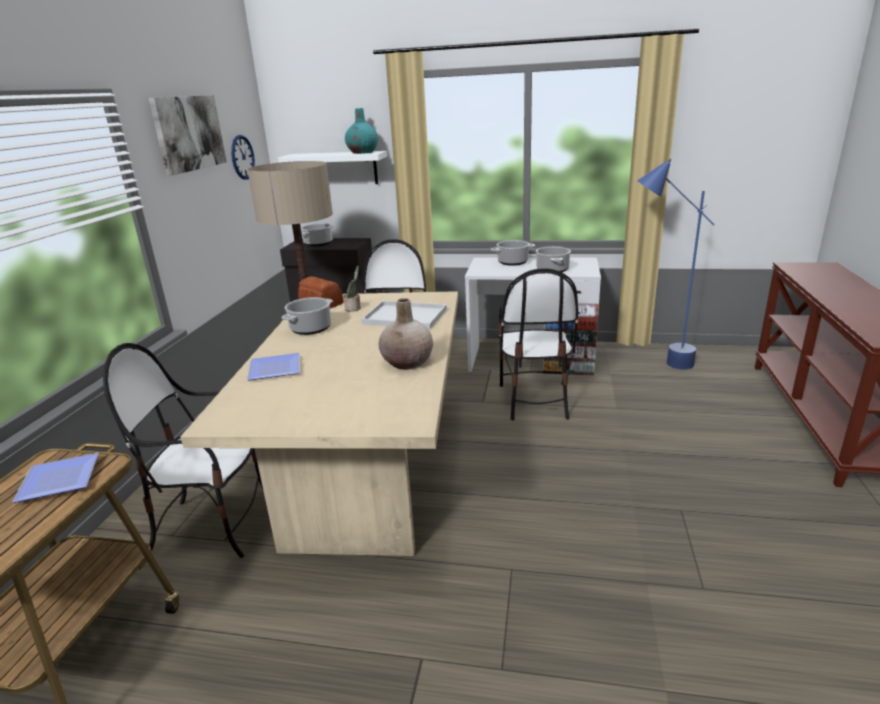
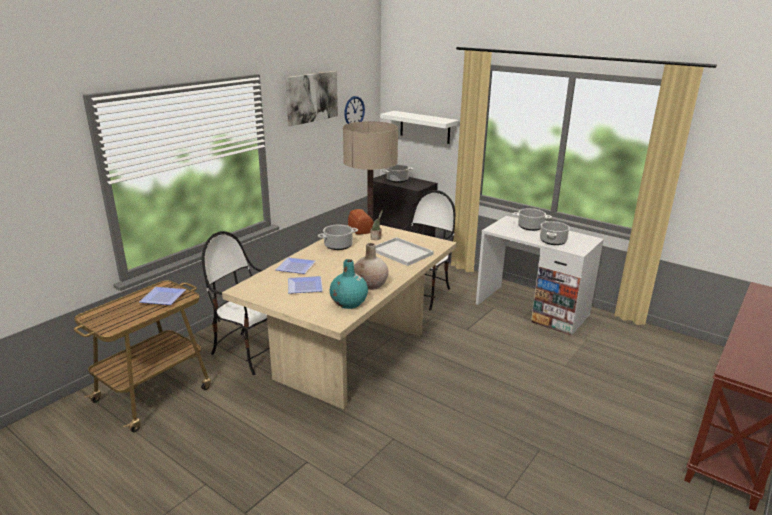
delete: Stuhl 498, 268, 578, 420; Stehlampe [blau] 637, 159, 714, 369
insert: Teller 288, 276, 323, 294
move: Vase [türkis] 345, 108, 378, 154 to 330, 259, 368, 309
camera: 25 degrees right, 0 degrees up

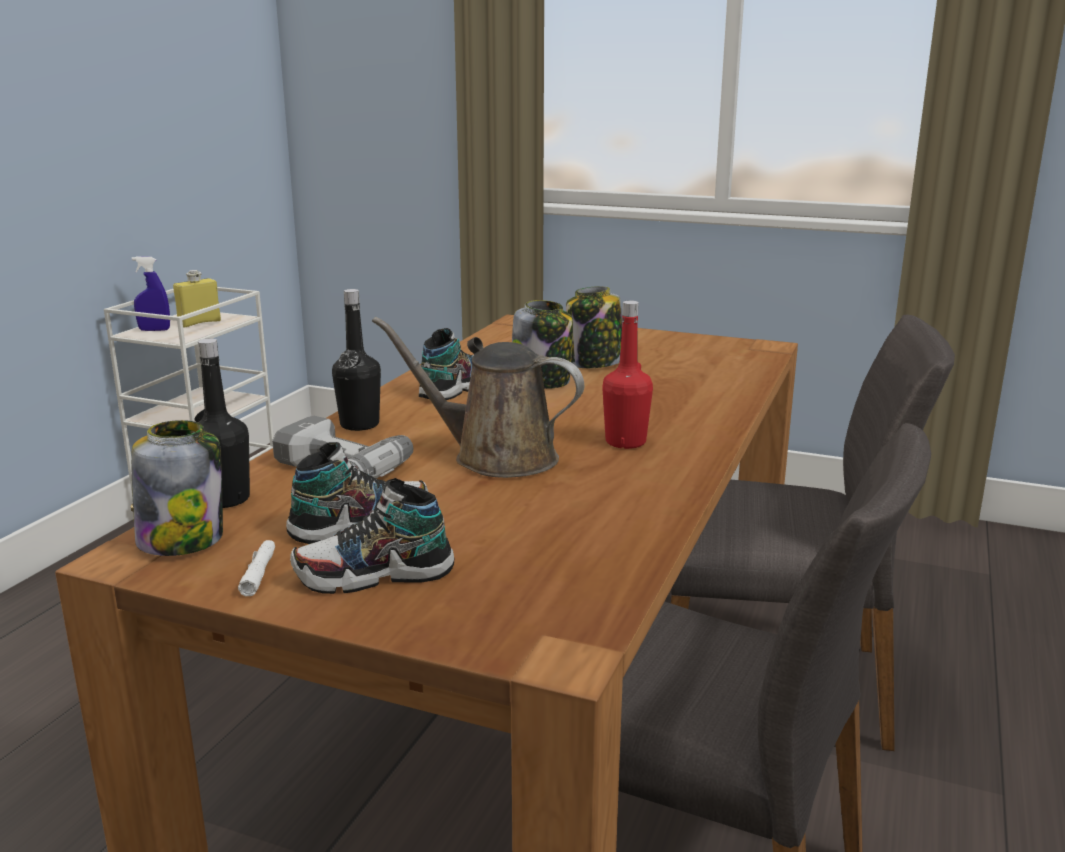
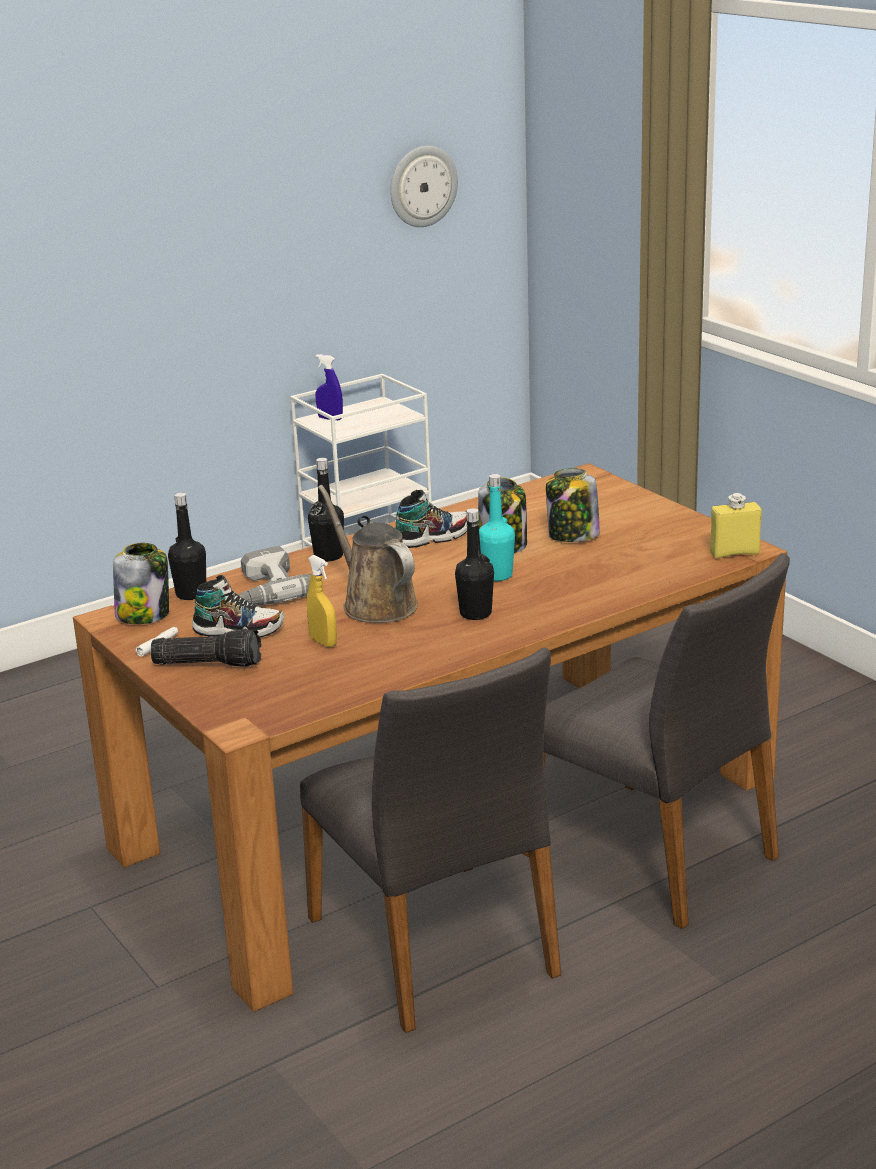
insert: Sprühflasche [gelb] 307, 555, 337, 647; Wanduhr 390, 146, 458, 227; Flasche [türkis] 479, 474, 515, 581
move: Flasche [gelb] 173, 270, 221, 327 to 710, 493, 762, 559
replace: Schuh 290, 478, 455, 594 to Taschenlampe 150, 629, 261, 667
recolor: Flasche [rot] 602, 300, 653, 449 to Flasche [schwarz] 455, 508, 494, 620
camera: 35 degrees right, 5 degrees up

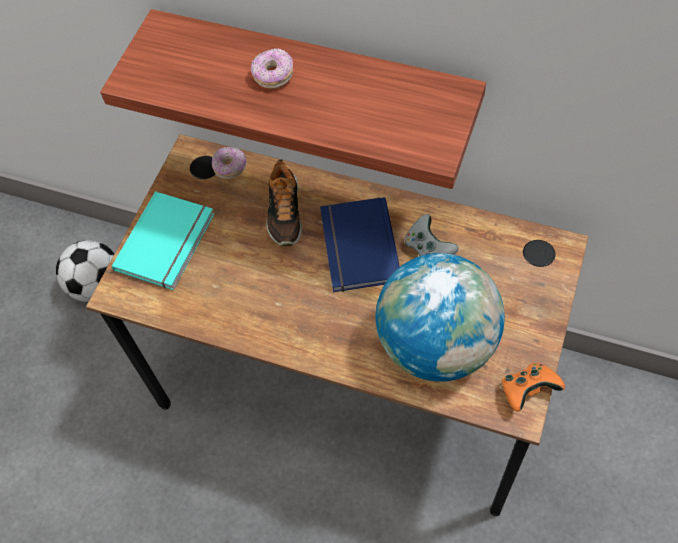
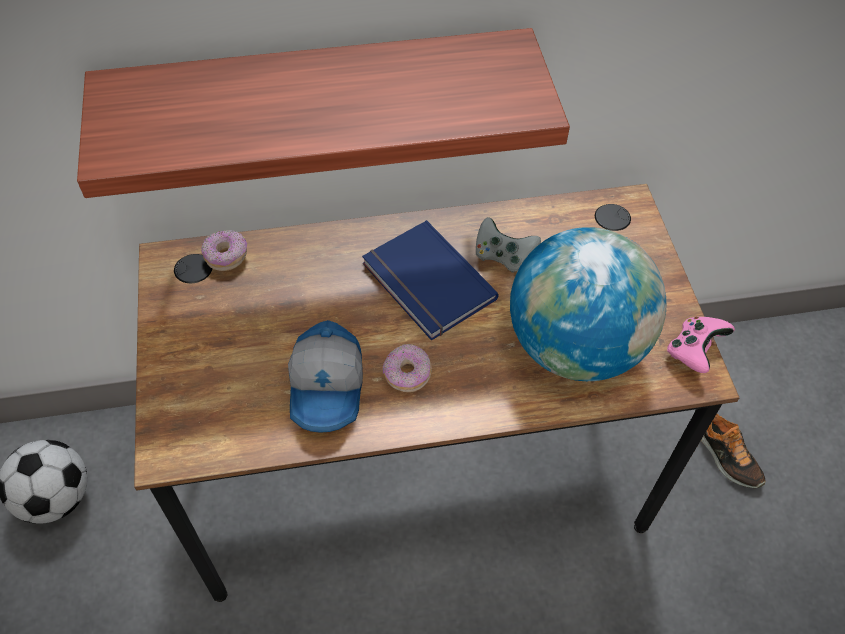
delete: Buch [türkis] 112, 191, 214, 290
insert: Kappe 288, 320, 363, 433
move: Donut 251, 48, 293, 89 to 382, 344, 432, 392; Schuh 266, 159, 302, 246 to 701, 414, 766, 488
recolor: Gamepad [orange] 502, 363, 565, 412 to Gamepad [rosa] 667, 317, 735, 373
camera: 35 degrees left, 5 degrees down

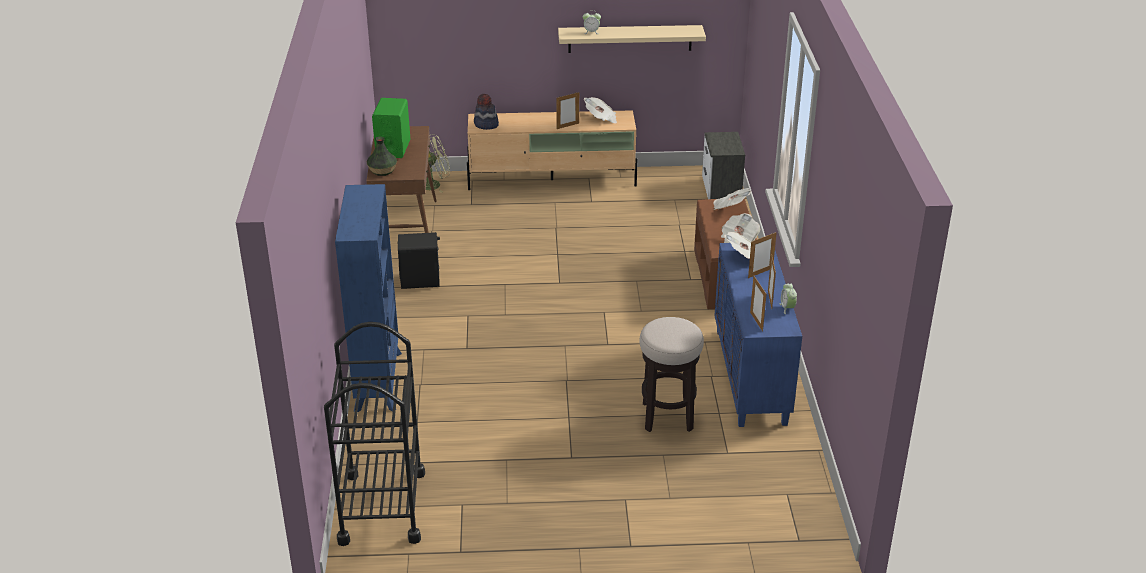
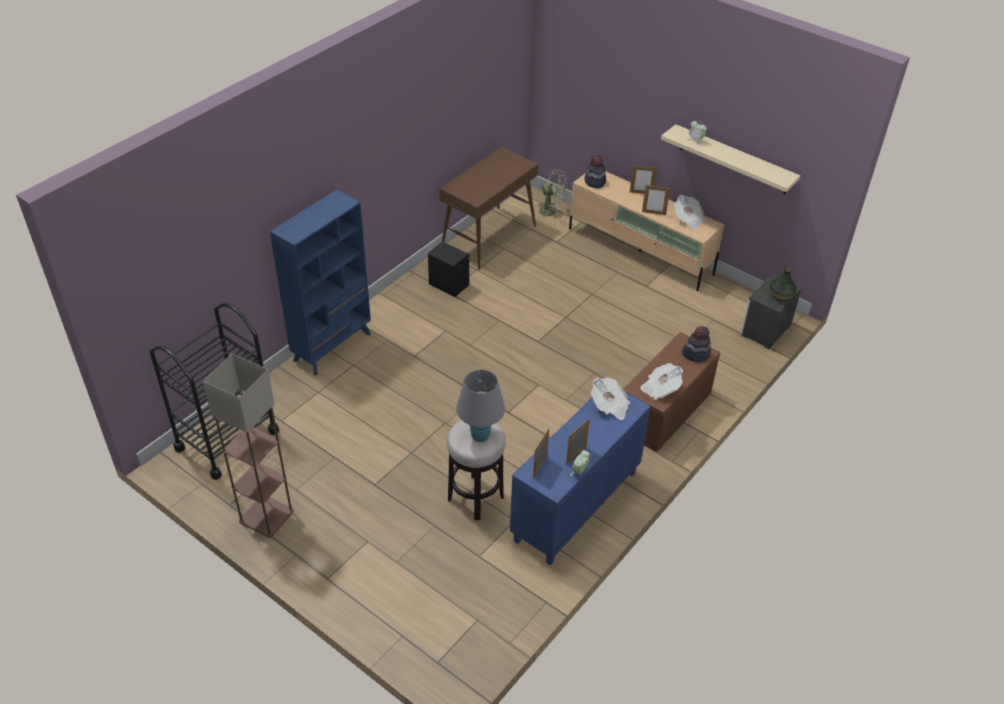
delete: Lautsprecher [grün] 372, 98, 410, 158
insert: Stehlampe 203, 354, 294, 538; Tischlampe [grau] 456, 370, 505, 442
move: Vase 367, 137, 397, 176 to 769, 267, 797, 301; Bilderrahmen 748, 232, 777, 278 to 630, 166, 657, 194
replace: Zeitung 713, 188, 751, 210 to Hut 682, 326, 711, 362
camera: 40 degrees right, 10 degrees up

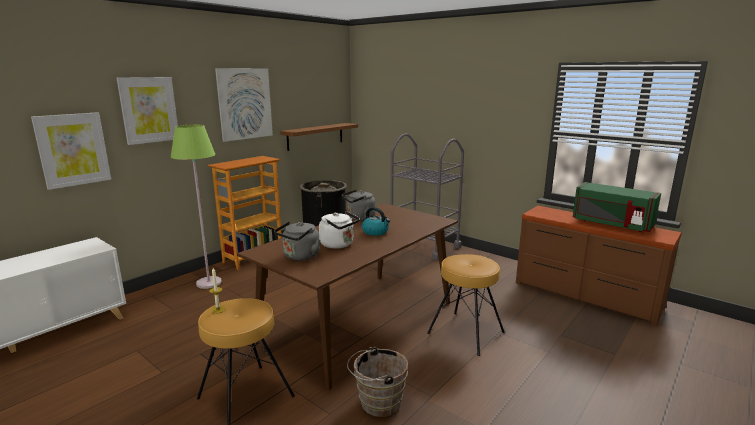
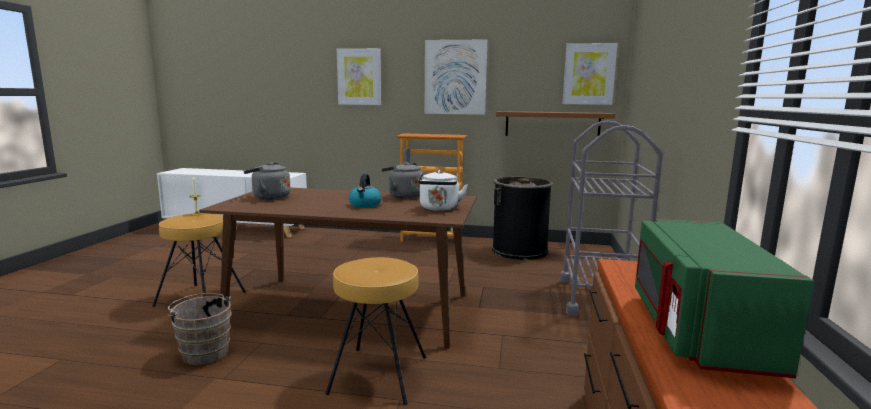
delete: Stehlampe [grün] 171, 125, 222, 289
move: Bild 31, 112, 111, 190 to 562, 43, 618, 105; Wasserkessel [weiß] 319, 211, 360, 249 to 418, 170, 468, 211
camera: 60 degrees right, 5 degrees down

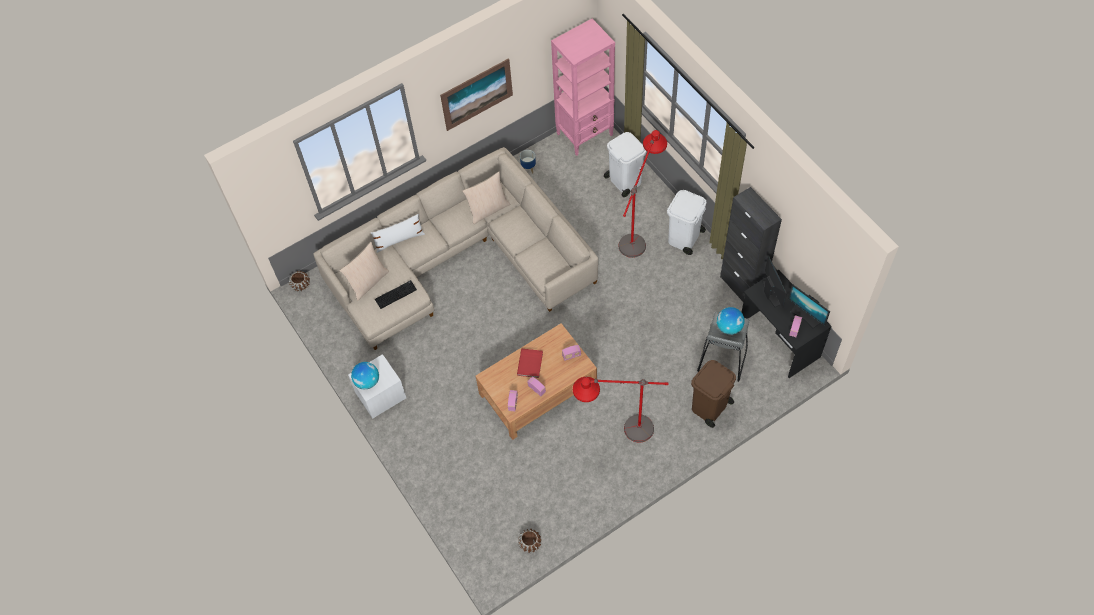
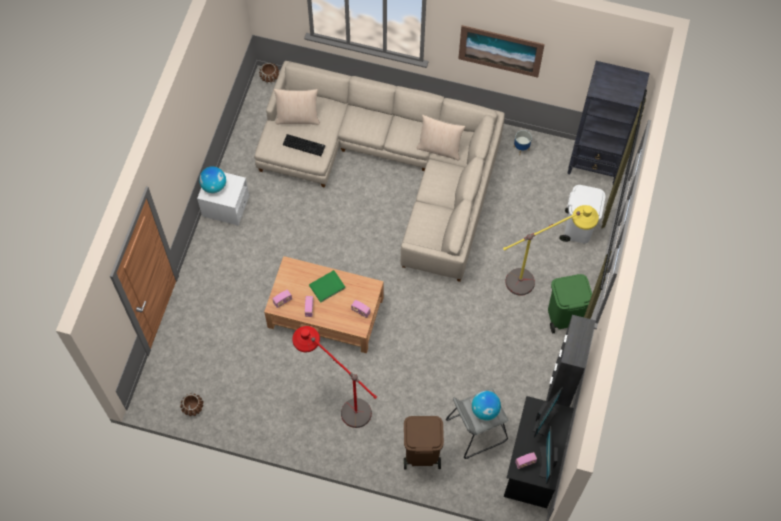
delete: Kissen [weiß] 371, 214, 425, 253
recolor: Buch [rot] 517, 349, 543, 378 to Buch [grün] 309, 270, 345, 303; Bücherregal [rosa] 551, 19, 615, 156 to Bücherregal [schwarz] 568, 61, 650, 184; Stehlampe [rot] 618, 130, 667, 258 to Stehlampe [gelb] 503, 205, 599, 296; Mülleimer [weiß] 667, 190, 706, 255 to Mülleimer [grün] 548, 274, 592, 333
camera: 45 degrees right, 5 degrees up

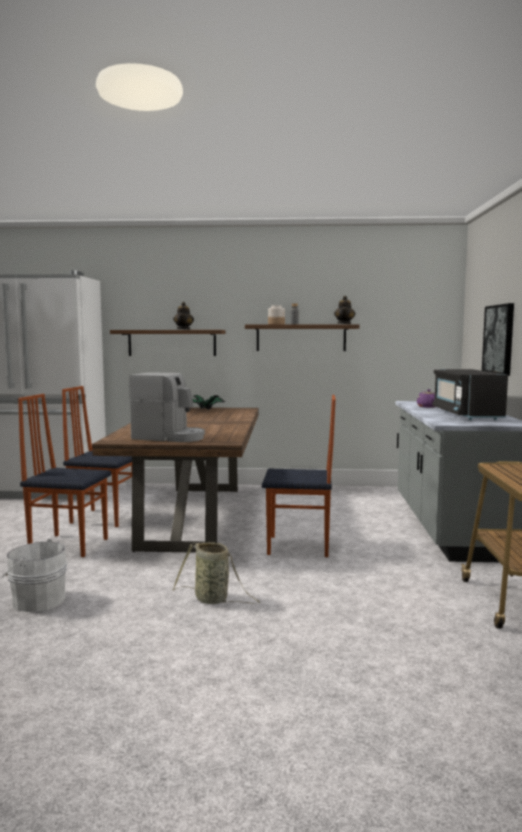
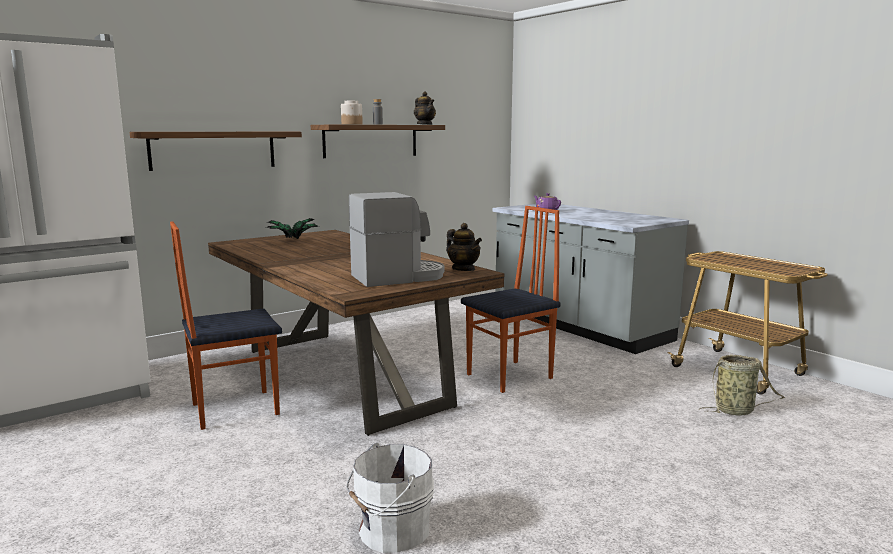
delete: Stuhl 18, 394, 111, 557; Mikrowelle [schwarz] 432, 369, 508, 420; Bild 482, 303, 514, 376
move: Teekanne 173, 302, 194, 330 to 446, 223, 482, 271; Korb 173, 542, 260, 604 to 699, 355, 785, 416
camera: 40 degrees left, 5 degrees up

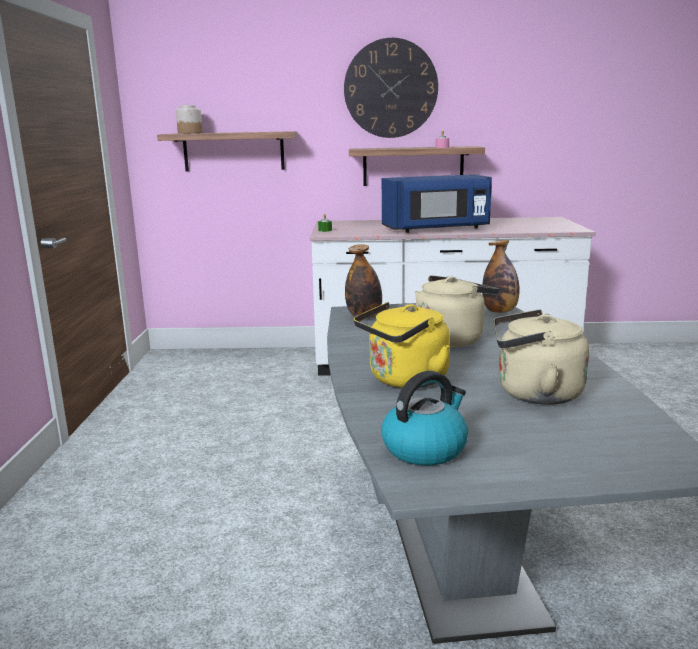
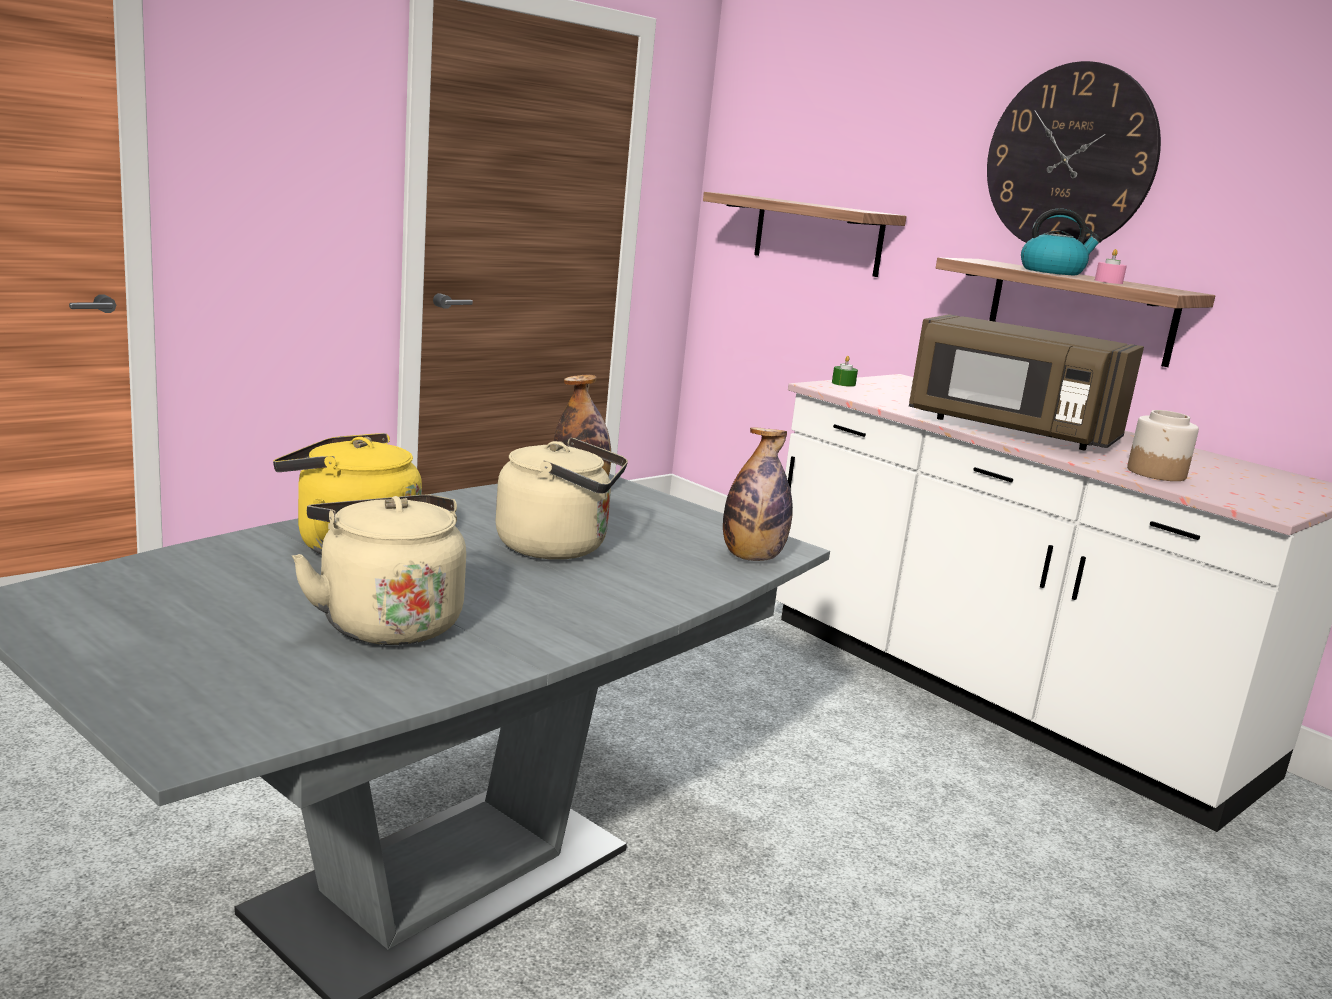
move: Vorratsglas 176, 105, 203, 134 to 1127, 410, 1199, 481; Wasserkessel 381, 371, 468, 466 to 1021, 208, 1102, 275
recolor: Mikrowelle [blau] 382, 174, 492, 233 to Mikrowelle [braun] 909, 314, 1144, 450
camera: 45 degrees right, 0 degrees up

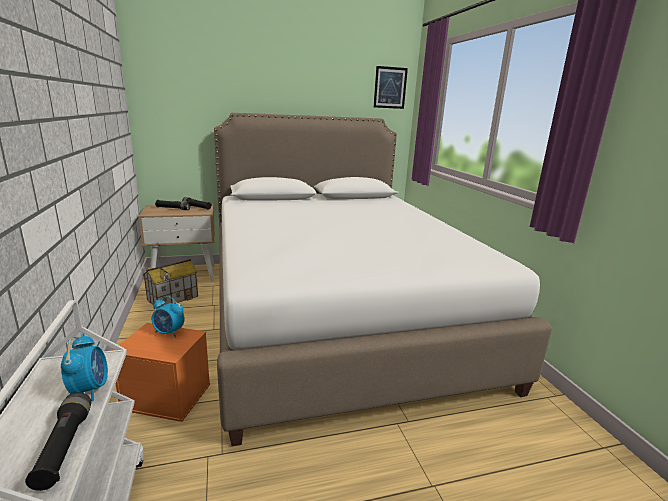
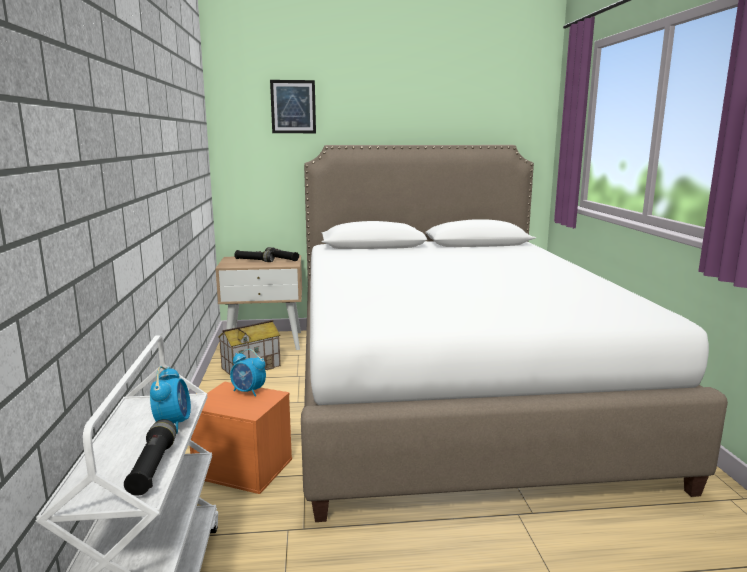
move: Bild 374, 66, 408, 109 to 270, 80, 316, 133
camera: 10 degrees right, 5 degrees down

